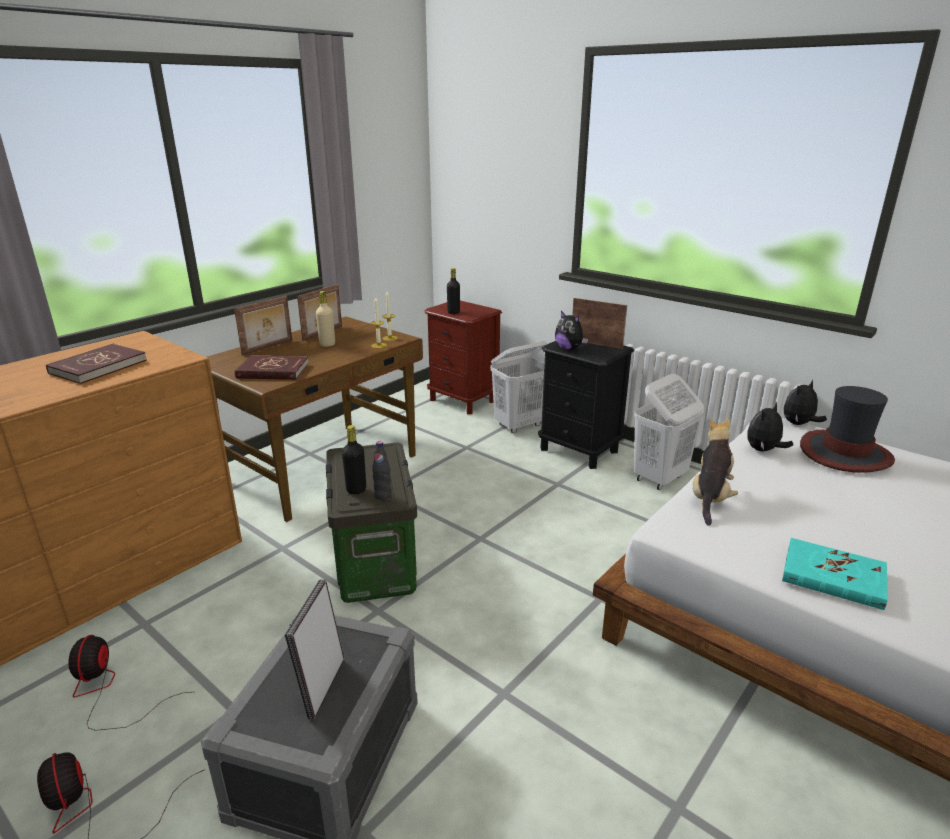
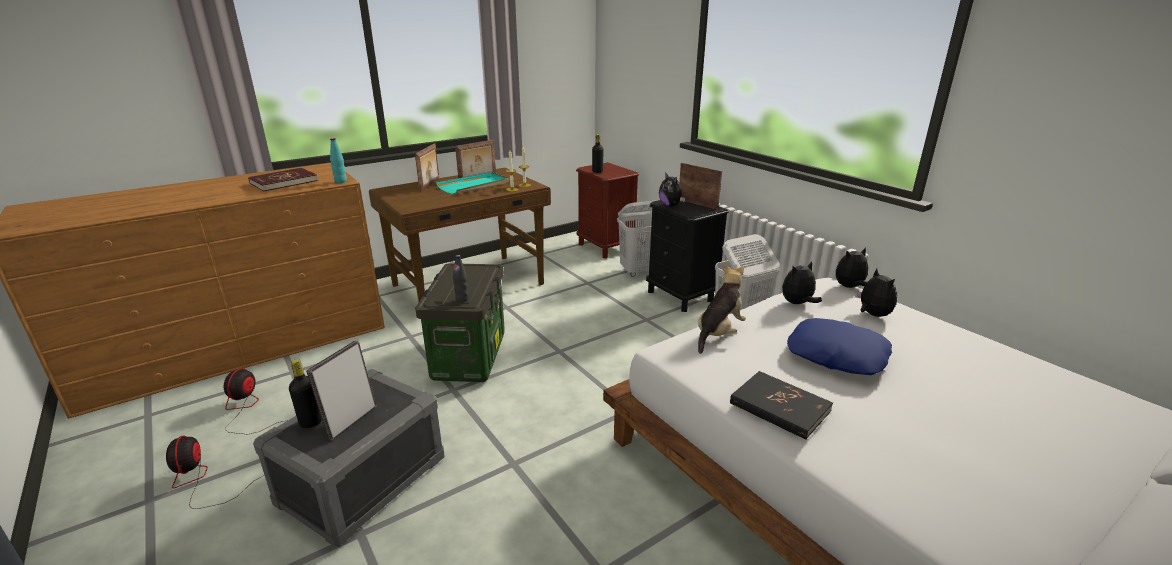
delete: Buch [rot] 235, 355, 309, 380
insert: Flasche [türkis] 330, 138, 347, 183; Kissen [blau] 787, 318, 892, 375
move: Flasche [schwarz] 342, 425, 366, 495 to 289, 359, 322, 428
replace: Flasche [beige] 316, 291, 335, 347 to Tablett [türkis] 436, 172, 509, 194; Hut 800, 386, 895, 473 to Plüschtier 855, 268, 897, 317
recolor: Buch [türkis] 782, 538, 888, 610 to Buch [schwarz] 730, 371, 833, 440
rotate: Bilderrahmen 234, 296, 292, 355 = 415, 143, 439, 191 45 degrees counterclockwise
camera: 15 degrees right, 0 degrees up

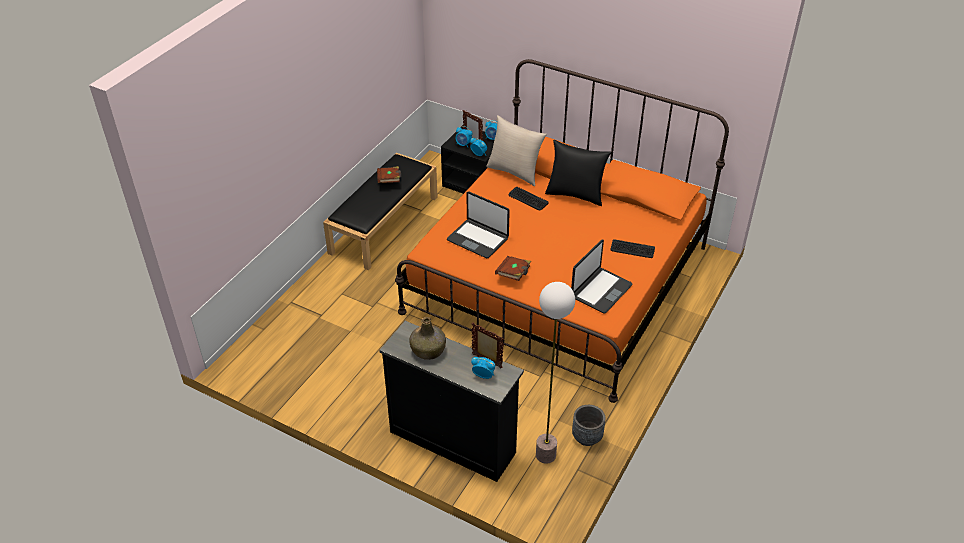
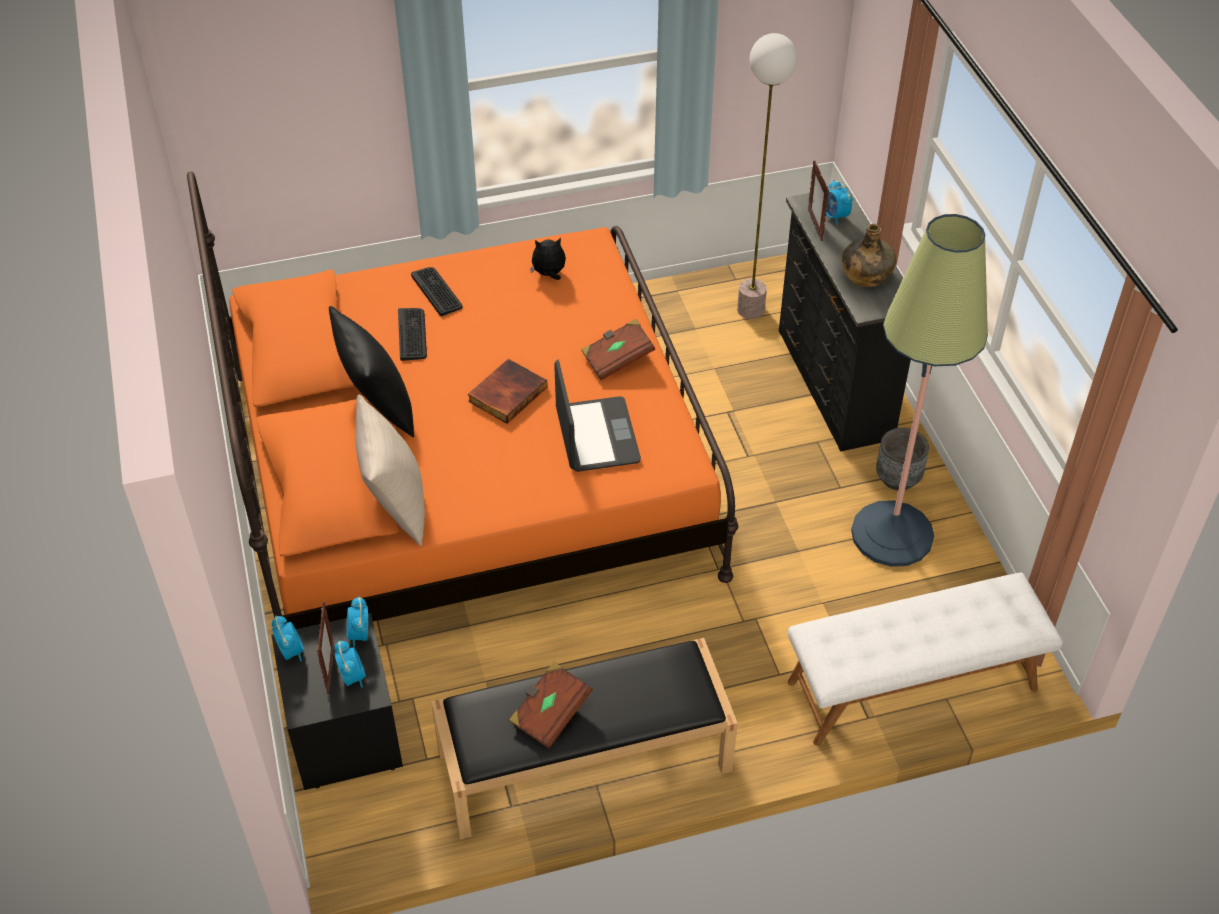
insert: Buch 468, 359, 547, 424; Bank [weiß] 788, 572, 1063, 746; Stehlampe 851, 214, 988, 567
move: Tastatur 508, 187, 548, 210 to 398, 308, 427, 361; Pflanzkübel [grau] 572, 405, 605, 446 to 876, 428, 929, 490
replace: Laptop 571, 240, 633, 314 to Plüschtier 530, 238, 566, 280
camera: 135 degrees left, 5 degrees up

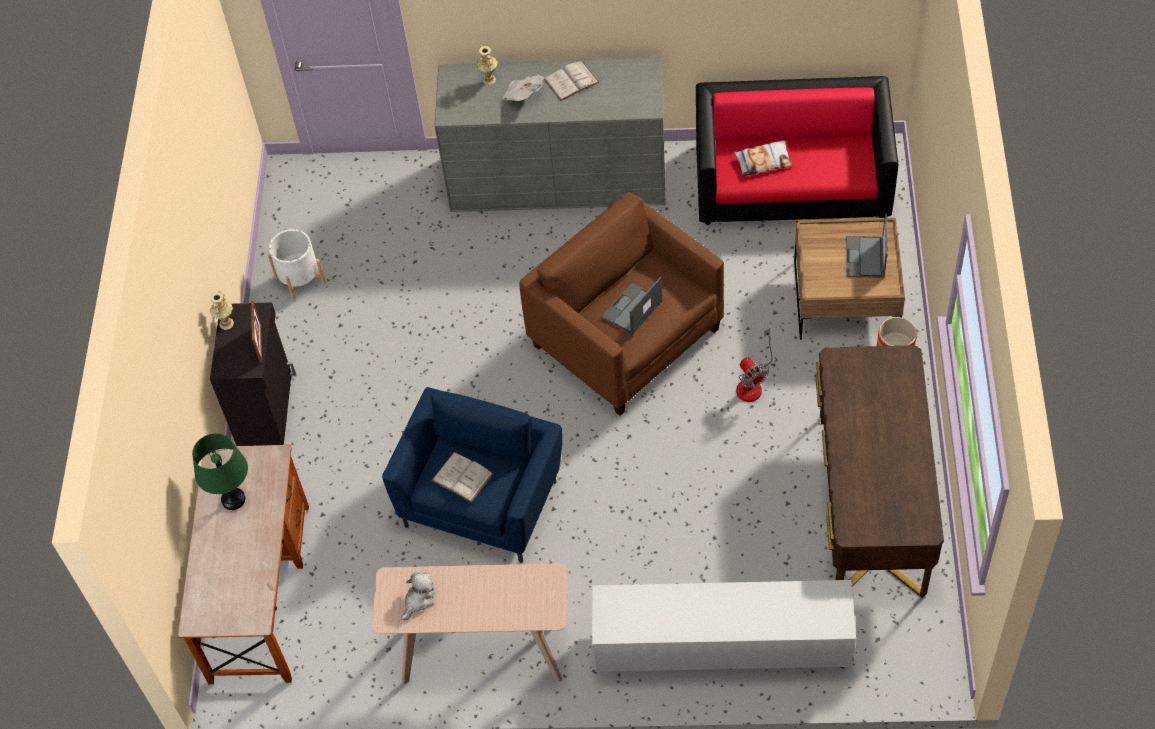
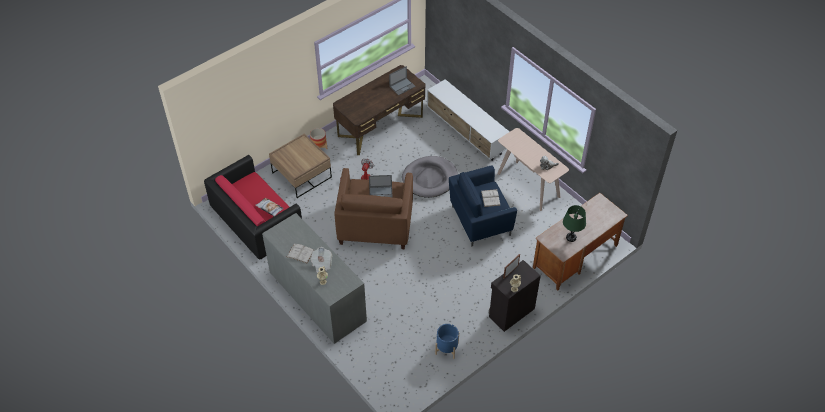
insert: Hundebett [grau] 402, 156, 458, 198
move: Laptop 846, 214, 887, 278 to 389, 66, 416, 95
recolor: Pflanzkübel [weiß] 268, 229, 326, 302 to Pflanzkübel [blau] 435, 324, 459, 359
camera: 135 degrees left, 5 degrees down

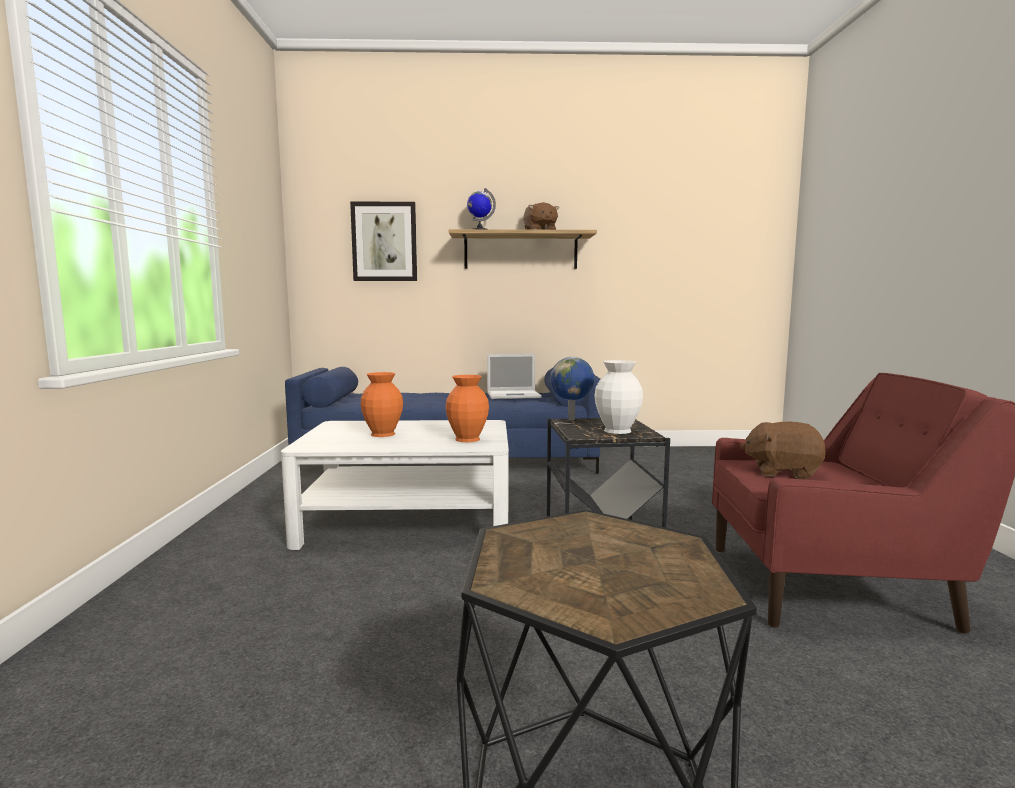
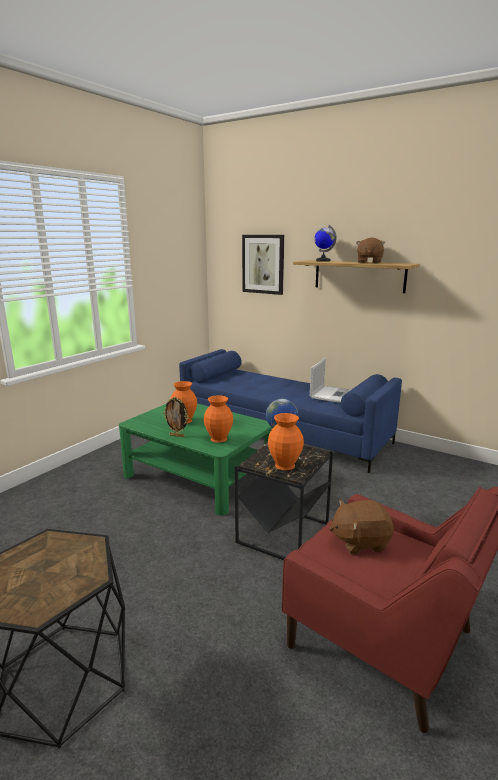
insert: Bilderrahmen 163, 397, 189, 437
recolor: Couchtisch [weiß] 281, 420, 509, 550 to Couchtisch [grün] 119, 403, 272, 516; Vase [weiß] 594, 360, 643, 434 to Vase [orange] 268, 413, 304, 470
rotate: Laptop 487, 354, 542, 399 = 310, 358, 351, 403 90 degrees counterclockwise; Plüschtier [braun] 741, 422, 826, 479 = 329, 500, 394, 554 60 degrees counterclockwise
camera: 35 degrees right, 10 degrees up

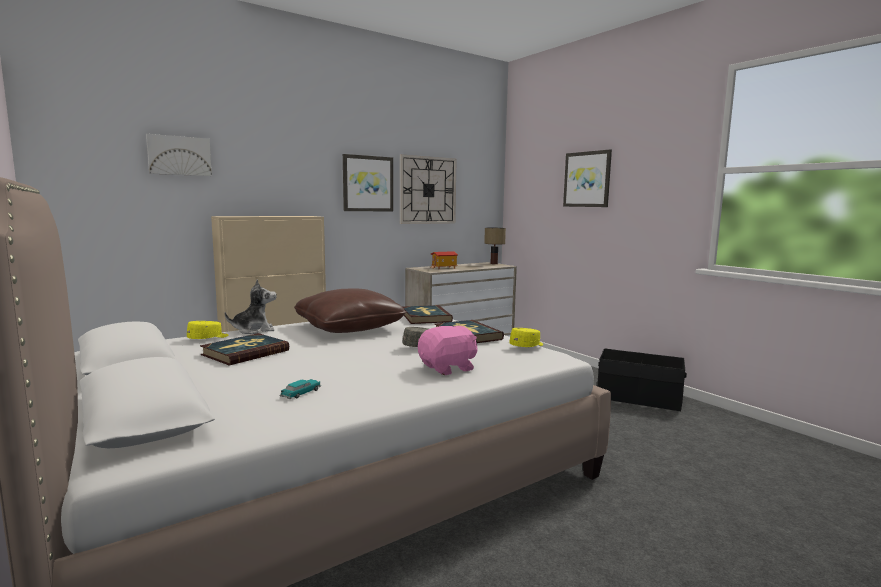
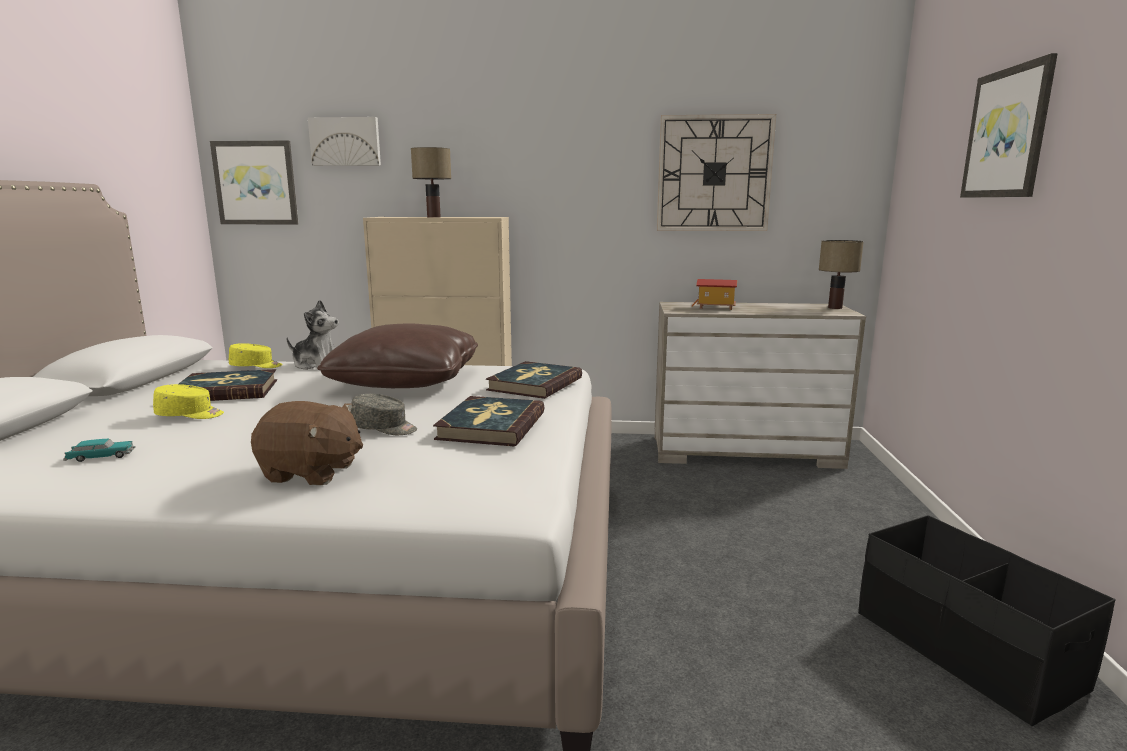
insert: Tischlampe 411, 147, 451, 217
move: Bild 343, 154, 393, 211 to 210, 141, 298, 224; Kappe [gelb] 510, 328, 543, 347 to 153, 384, 224, 419
recolor: Plüschtier [rosa] 418, 326, 478, 375 to Plüschtier [braun] 251, 401, 363, 485
camera: 40 degrees right, 5 degrees up

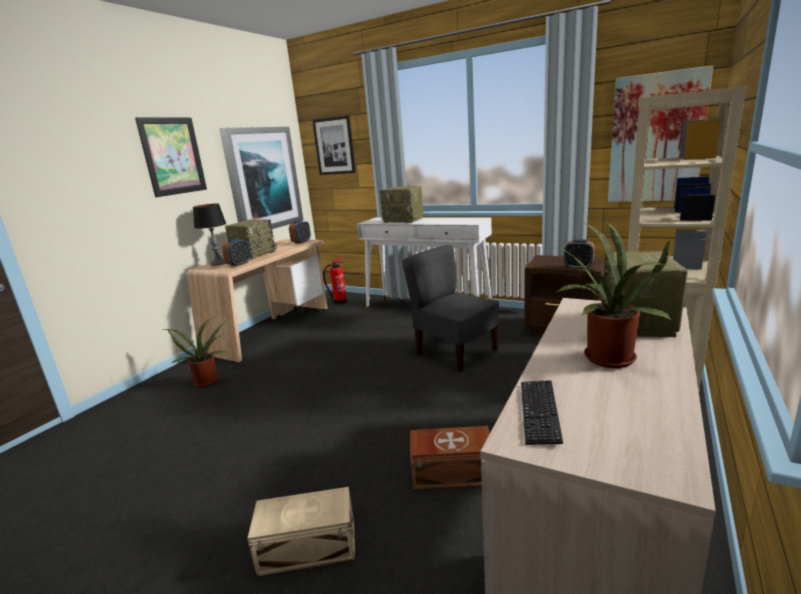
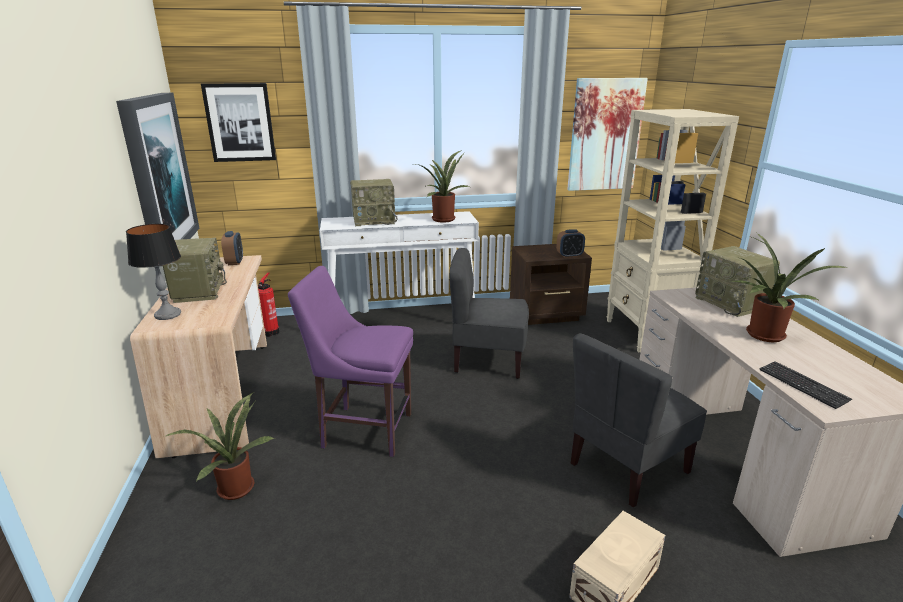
delete: Bild 135, 117, 207, 197; Wecker 222, 238, 251, 267
insert: Stuhl [lila] 288, 266, 413, 457; Topfpflanze 416, 150, 469, 223
replace: Aufbewahrungsbox [braun] 410, 426, 490, 489 to Stuhl [grau] 571, 333, 707, 508
camera: 40 degrees left, 5 degrees up

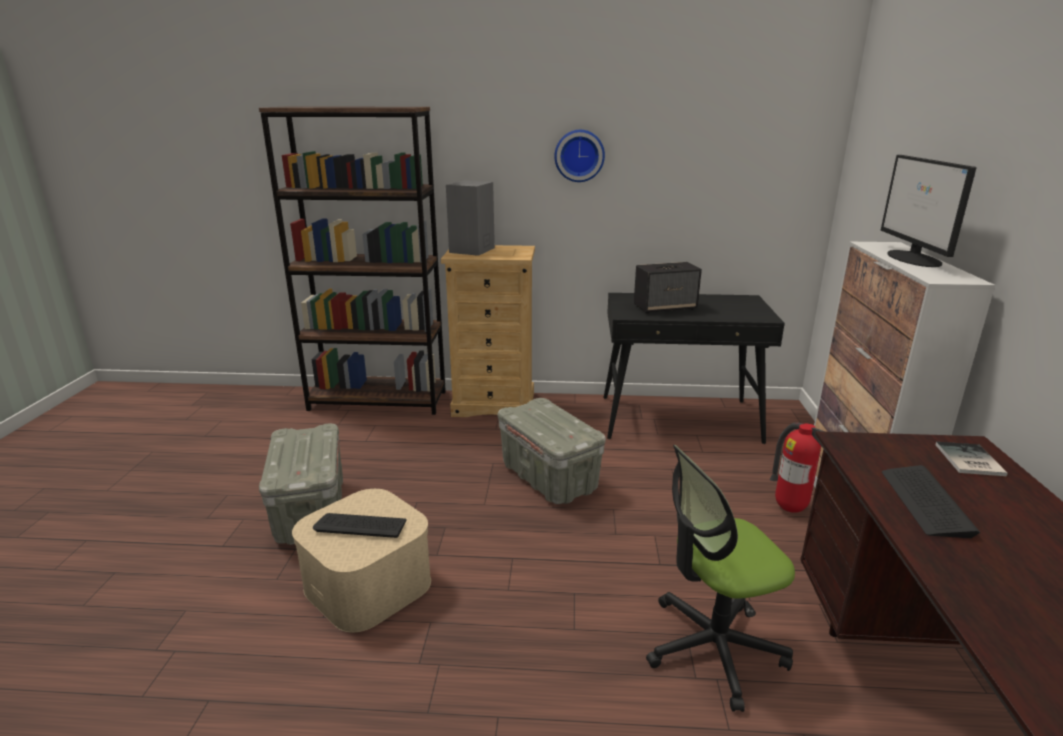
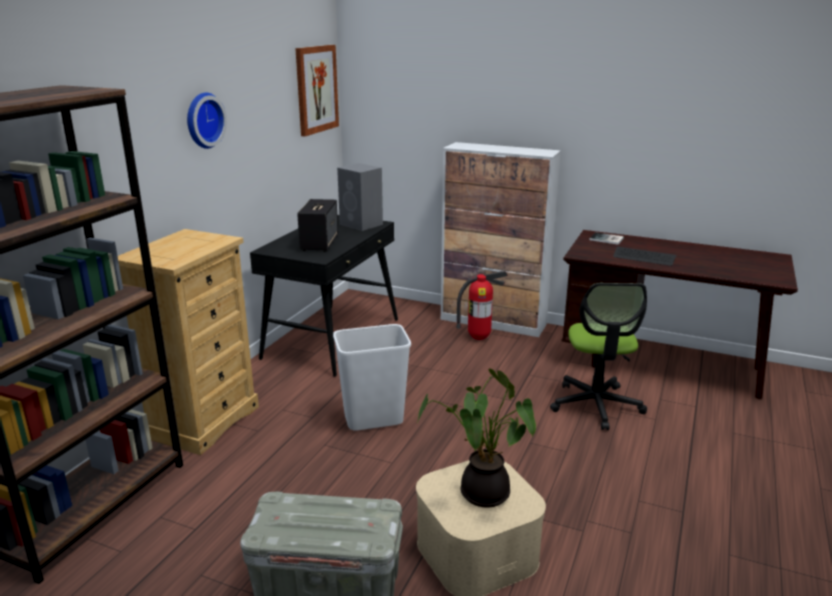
delete: Monitor 881, 155, 977, 267
insert: Bild 295, 45, 339, 136
move: Lautsprecher [grau] 446, 180, 495, 256 to 337, 163, 383, 231
replace: Tastatur 313, 513, 407, 538 to Topfpflanze 417, 368, 536, 508; Aufbewahrungsbox [grau] 498, 398, 606, 504 to Mülleimer [weiß] 333, 324, 411, 431
camera: 70 degrees left, 0 degrees up

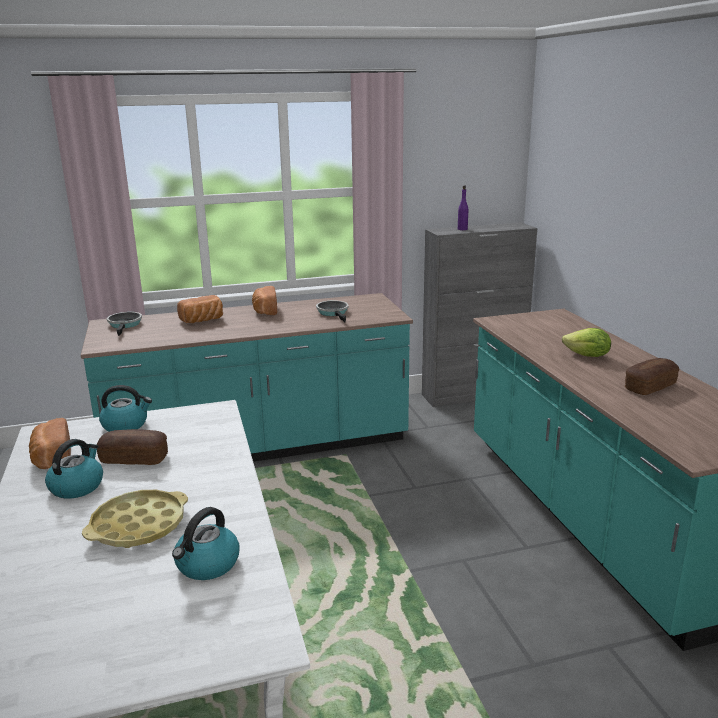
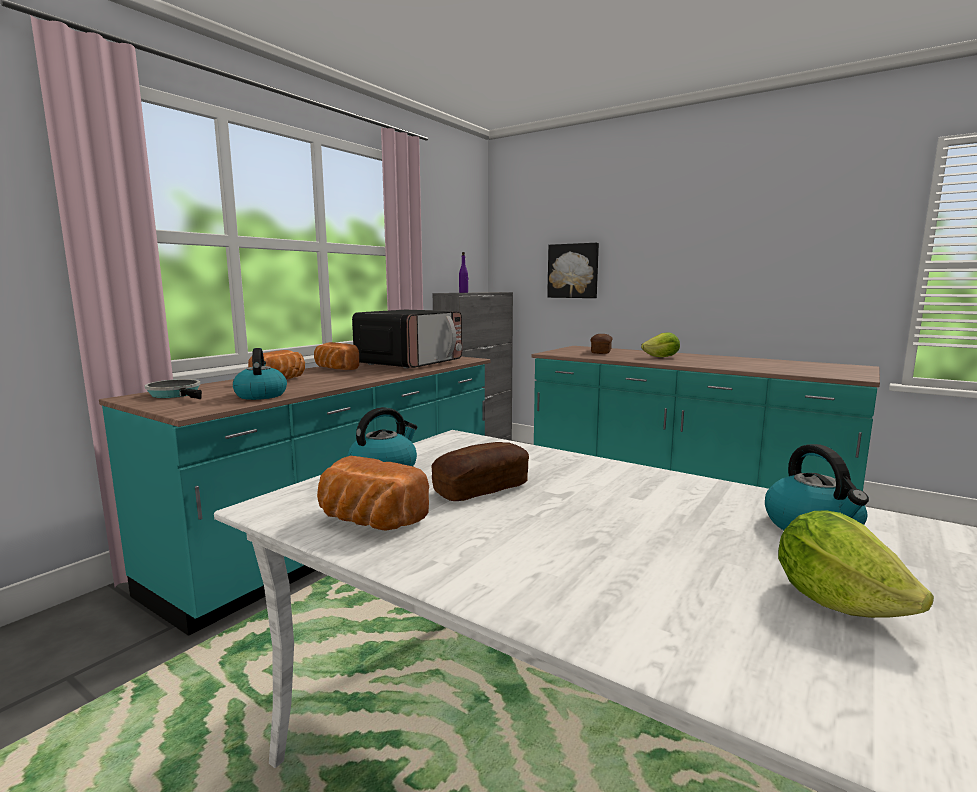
delete: Tablett [gelb] 82, 490, 188, 548
insert: Bild 547, 243, 599, 298; Salatkopf 778, 510, 934, 618
move: Wasserkessel 45, 439, 103, 499 to 233, 348, 287, 400; Brot 625, 358, 679, 395 to 590, 334, 613, 354
replace: Pfanne 316, 300, 349, 322 to Mikrowelle 352, 310, 462, 368
camera: 40 degrees left, 10 degrees down

